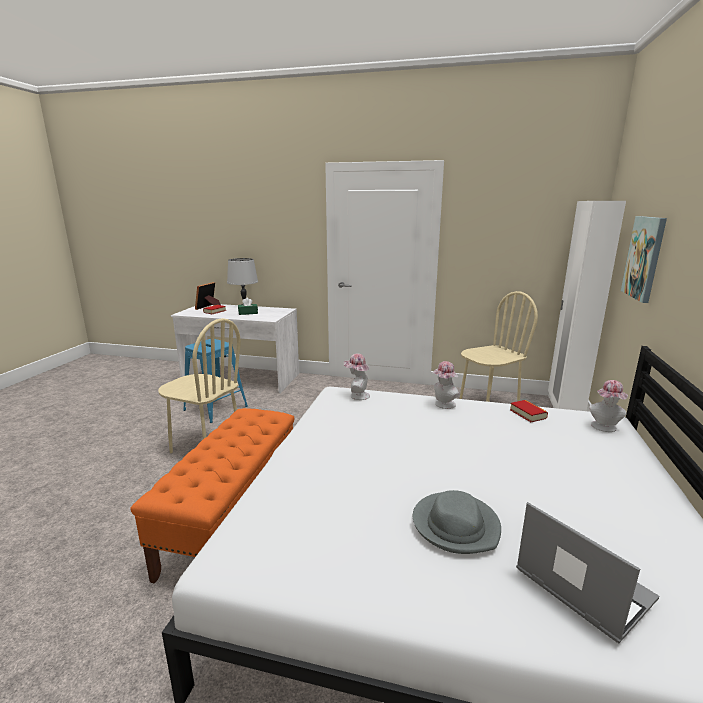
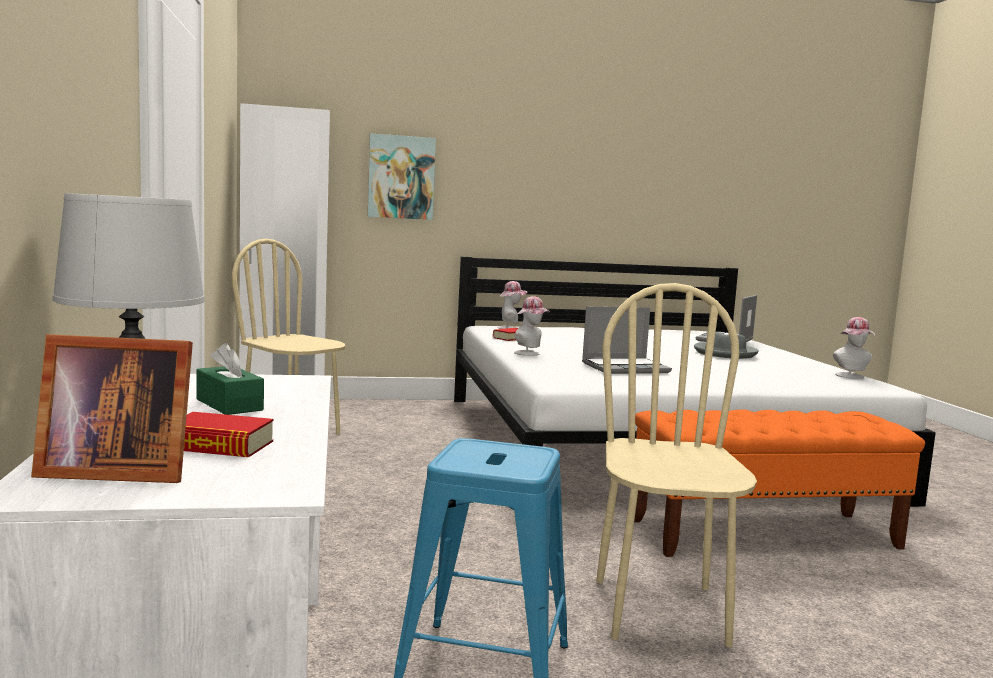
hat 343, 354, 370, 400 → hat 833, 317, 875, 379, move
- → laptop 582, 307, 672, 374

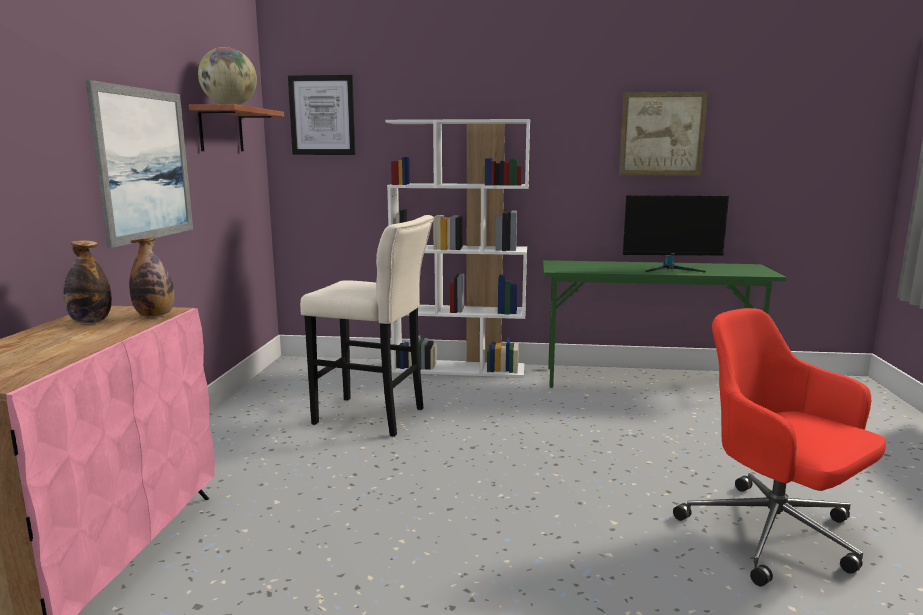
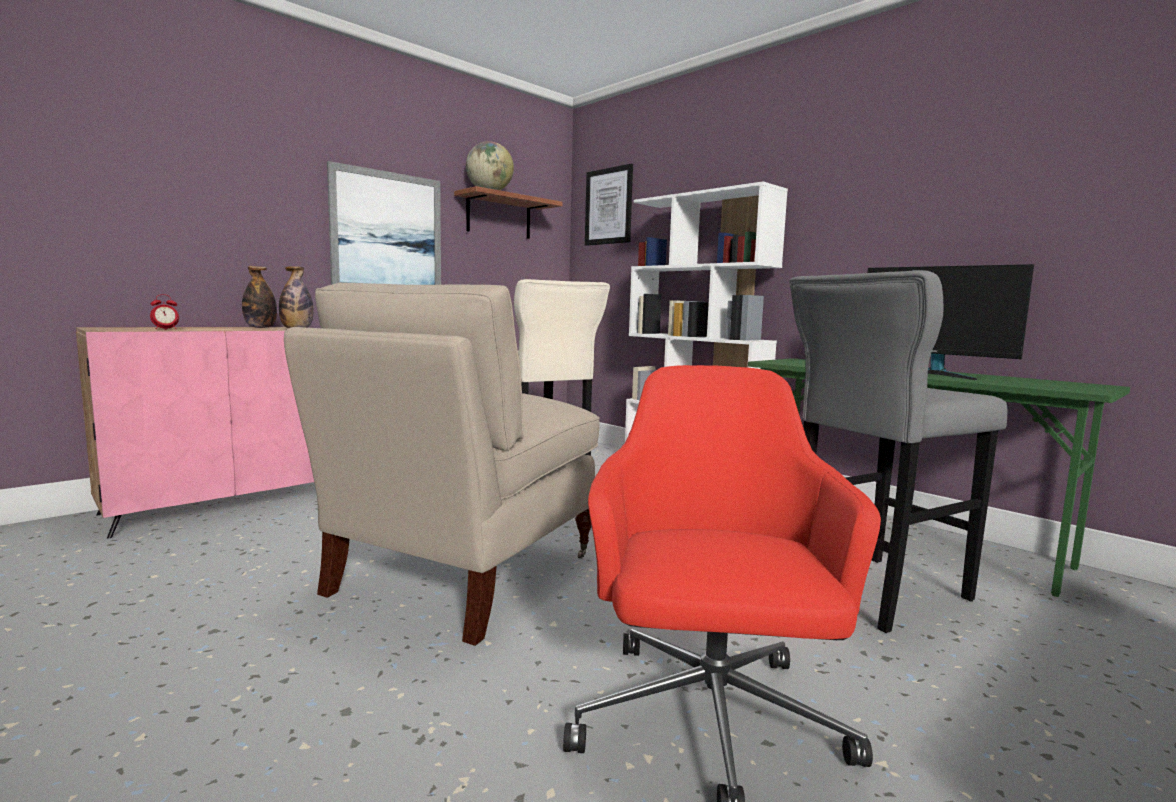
picture 619, 91, 708, 175 → -
- → alarm clock 150, 294, 179, 329
- → beige chair 284, 283, 600, 646
- → grey stool 789, 270, 1007, 633

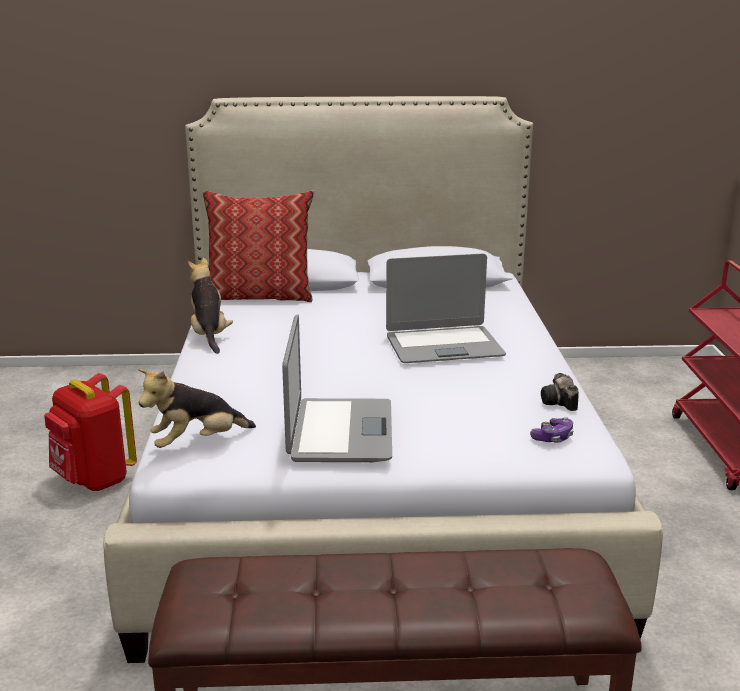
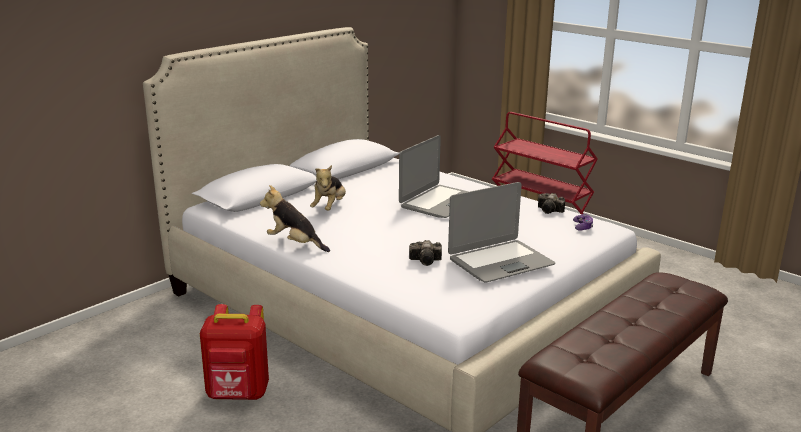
plush toy 138, 369, 256, 448 → plush toy 310, 165, 346, 211, move
pillow 202, 190, 314, 302 → -
laptop 282, 314, 392, 462 → laptop 448, 182, 555, 282, 105 degrees clockwise
- → photo camera 409, 240, 442, 266

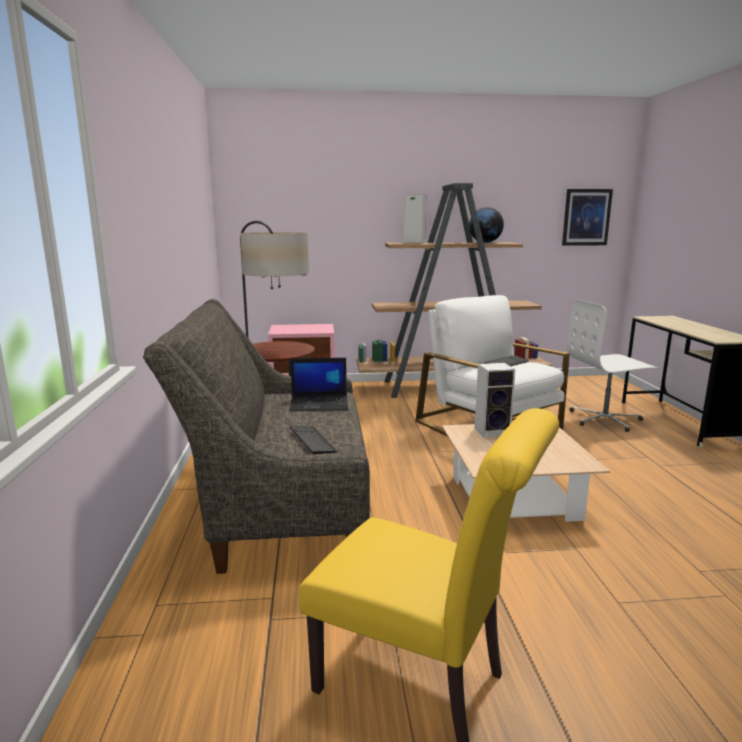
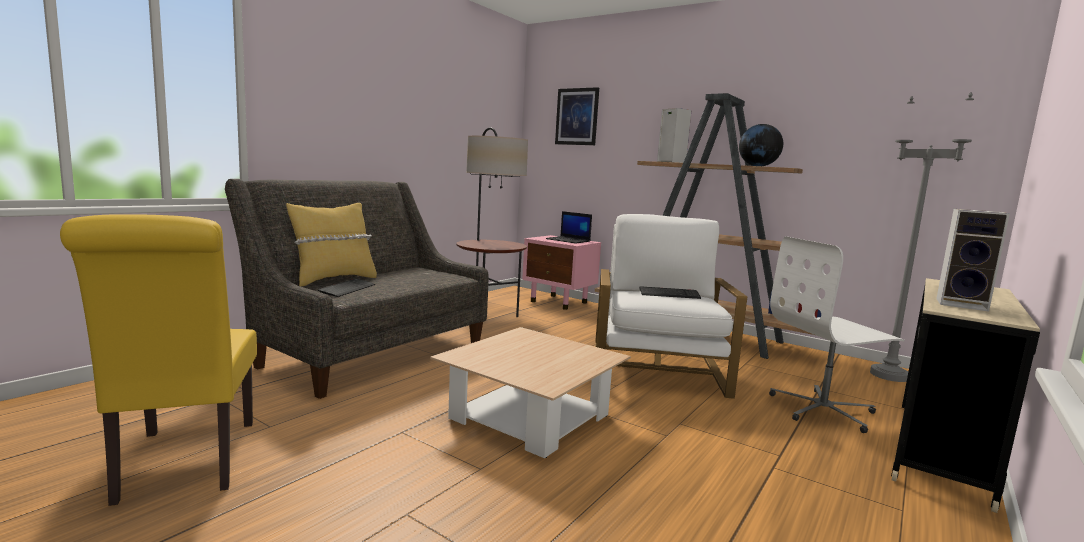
laptop 289, 358, 348, 412 → laptop 546, 211, 592, 244, move
speaker 475, 363, 515, 438 → speaker 936, 209, 1010, 312, move
picture 562, 189, 613, 246 → picture 555, 87, 599, 145, move
white office chair 567, 299, 658, 432 → white office chair 769, 236, 904, 433, 45 degrees counterclockwise
- → yellow pillow 286, 203, 377, 287
- → grey floor lamp 870, 92, 974, 382

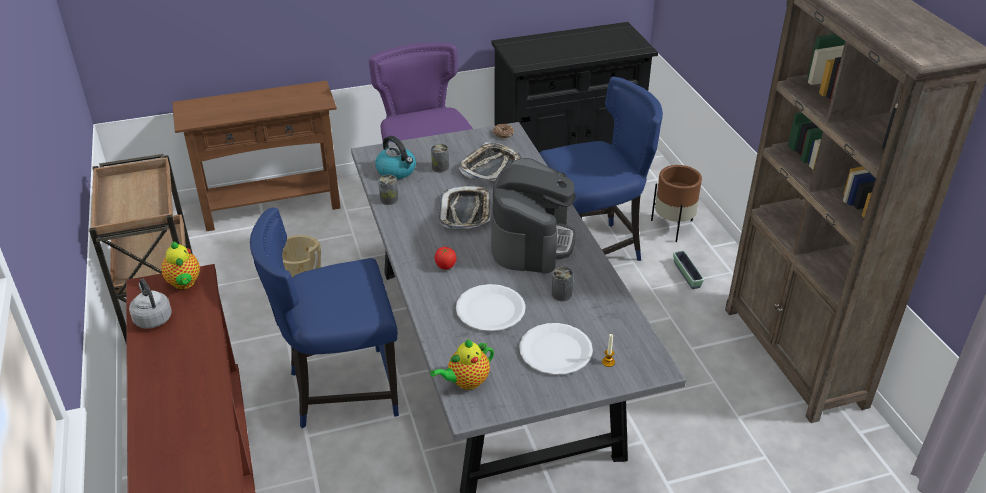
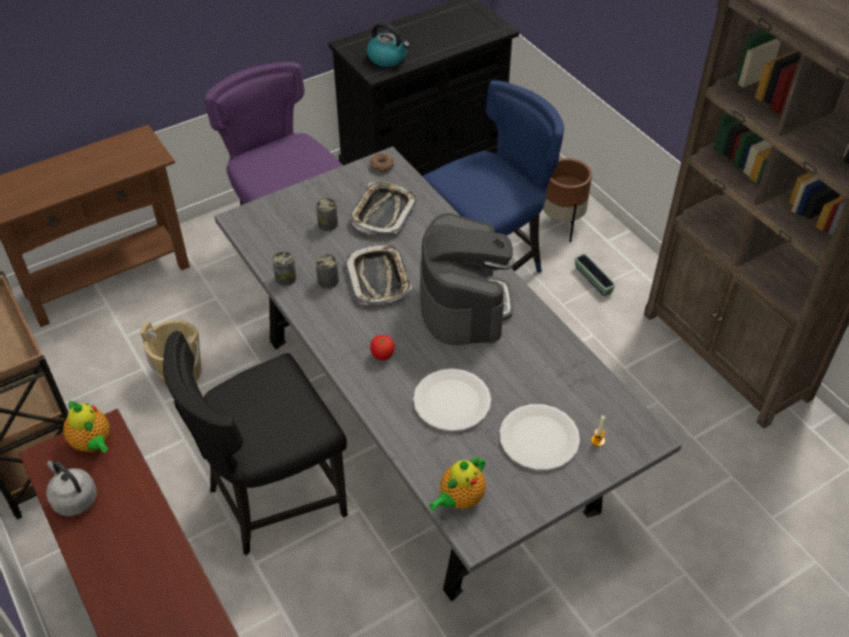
blue chair 250, 208, 399, 428 → black chair 163, 331, 348, 556
kettle 375, 136, 416, 179 → kettle 367, 22, 410, 67, move
can 552, 267, 574, 301 → can 316, 254, 339, 289, move

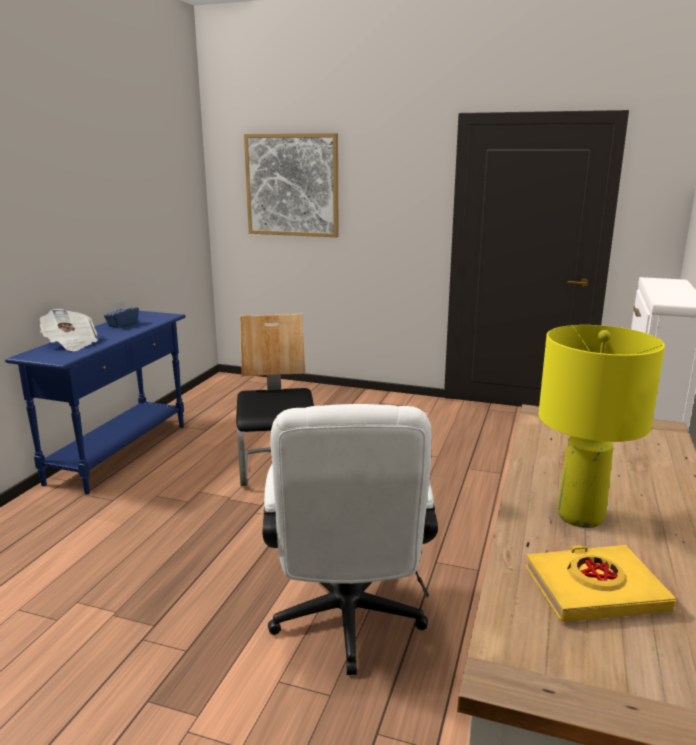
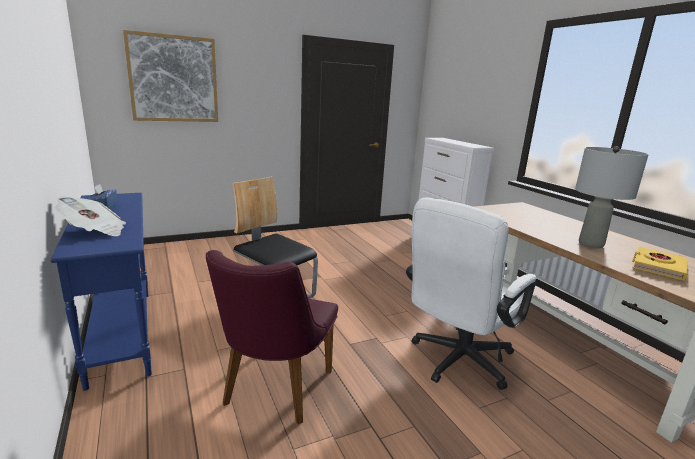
white office chair 262, 404, 438, 675 → white office chair 406, 198, 536, 390, 90 degrees clockwise
yellow table lamp 538, 325, 665, 528 → grey table lamp 575, 146, 649, 248
- → purple chair 206, 250, 338, 424

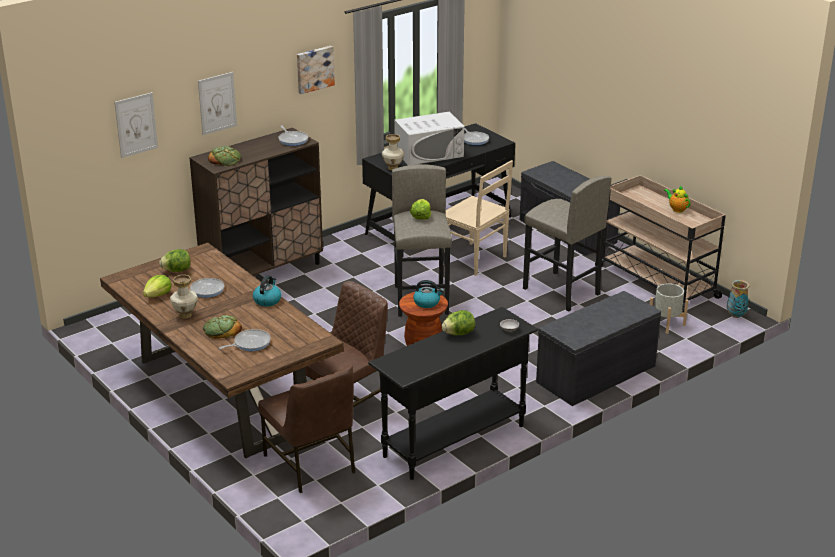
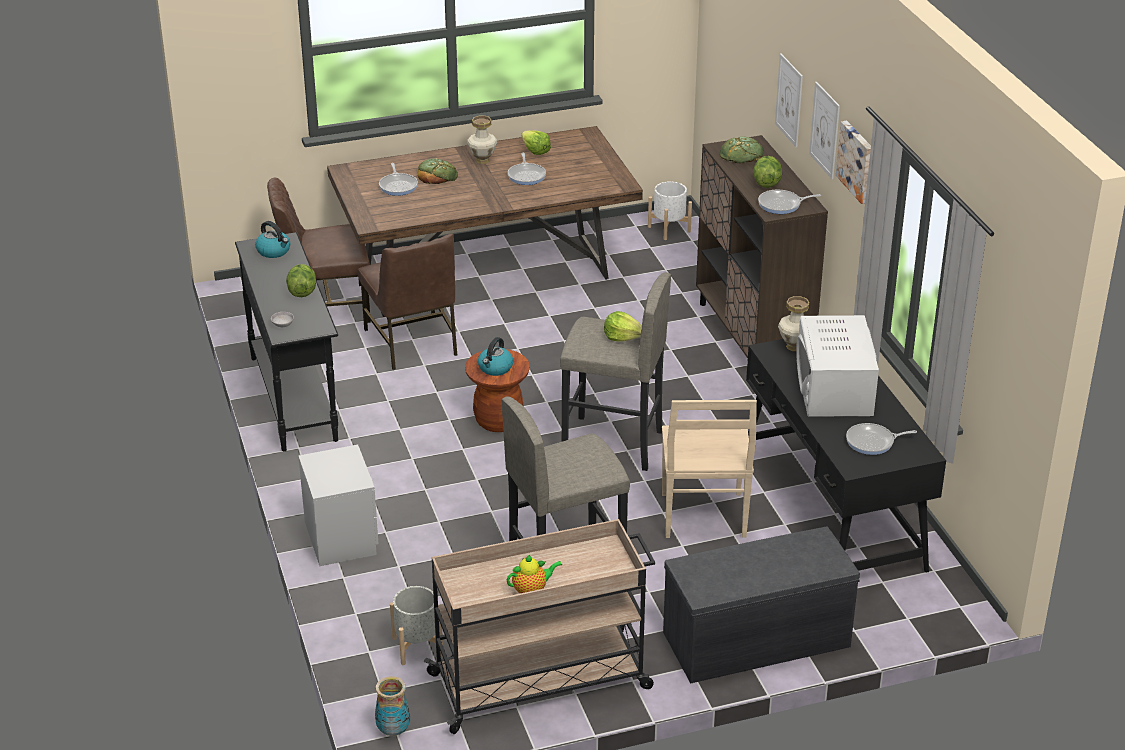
picture 114, 92, 158, 158 → picture 809, 82, 840, 179, move
lettuce 159, 249, 191, 272 → lettuce 753, 156, 782, 188, move
kettle 253, 275, 281, 307 → kettle 255, 221, 290, 258, move
beige chair 443, 160, 513, 276 → beige chair 662, 400, 757, 538, 60 degrees counterclockwise
grey bench 536, 291, 661, 406 → grey nightstand 298, 445, 379, 566
- → white planter 648, 181, 692, 240

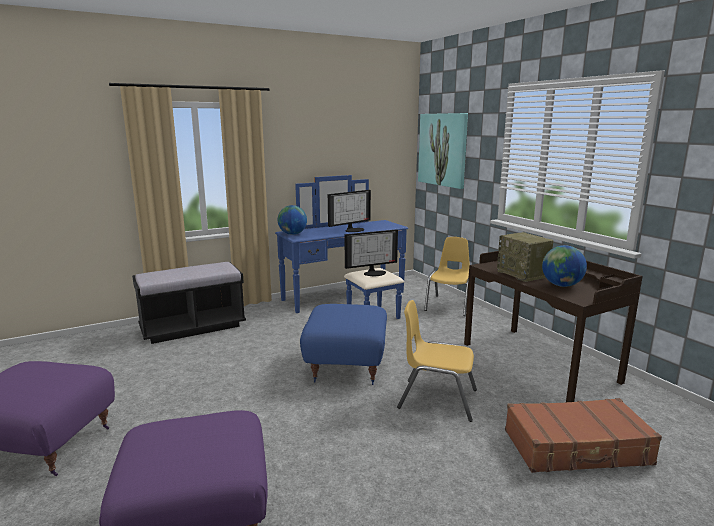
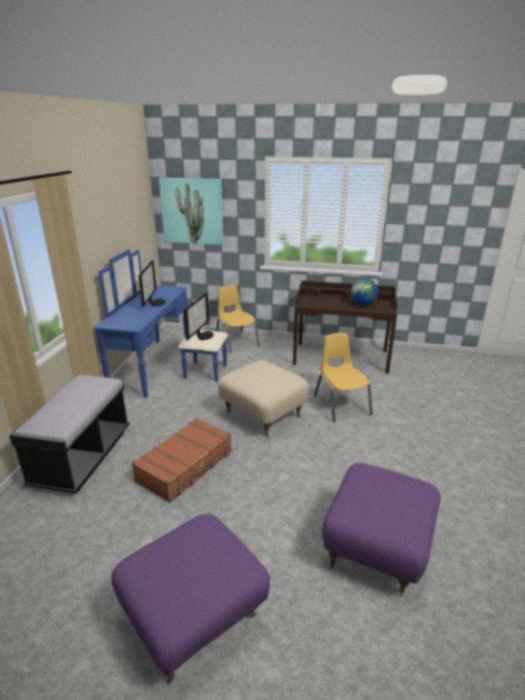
globe 278, 205, 307, 235 → -
blue ottoman 300, 304, 387, 385 → beige ottoman 218, 360, 309, 437
yellow chair 397, 300, 477, 422 → yellow chair 314, 333, 372, 422, 105 degrees clockwise
radio 497, 232, 554, 282 → -
brown suitcase 505, 398, 662, 473 → brown suitcase 132, 418, 232, 503, move

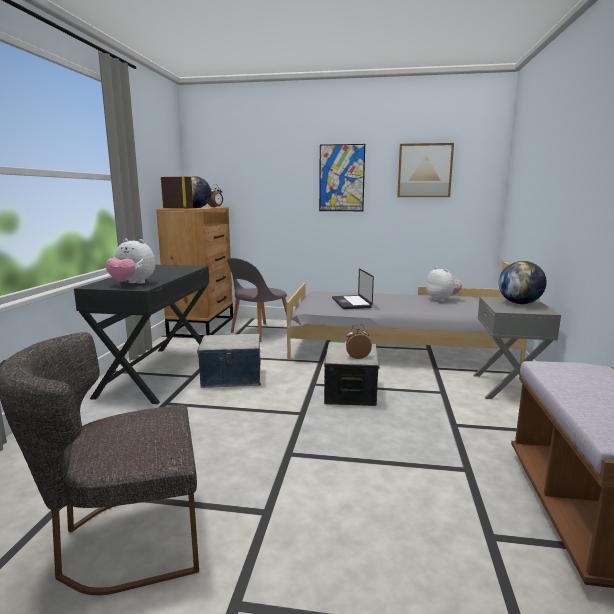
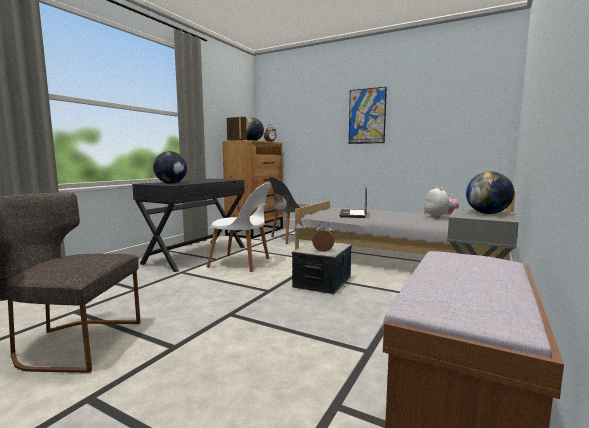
plush toy 106, 239, 155, 284 → globe 153, 151, 187, 184
storage box 197, 334, 261, 388 → white chair 207, 183, 271, 272
picture 397, 143, 454, 197 → -

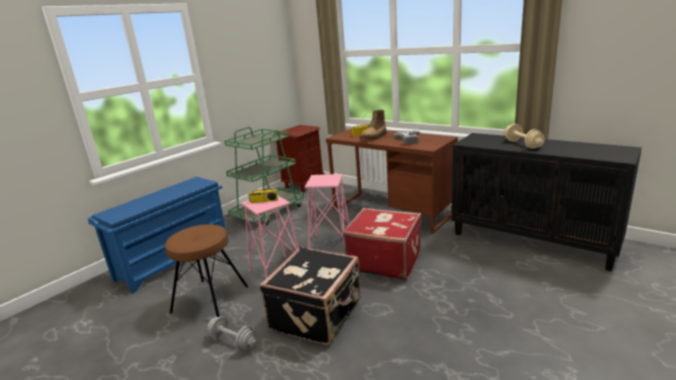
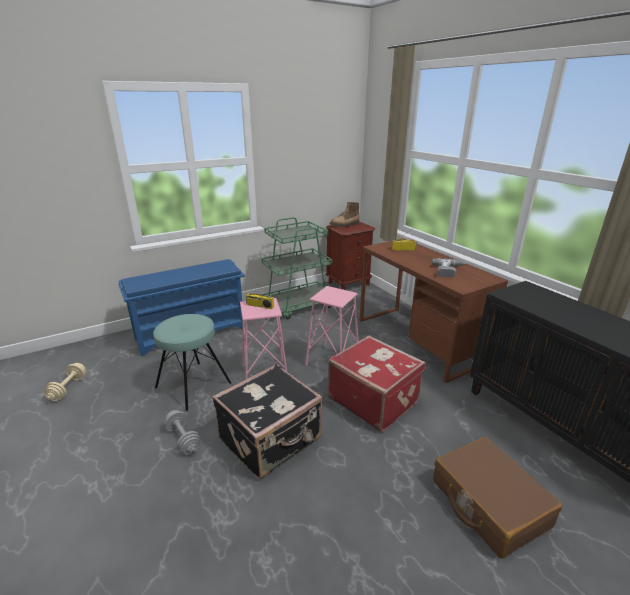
brown stool 165, 224, 248, 317 → turquoise stool 153, 314, 231, 411
boot 360, 110, 387, 140 → boot 330, 202, 360, 227, move
beige dumbbell 504, 124, 545, 149 → beige dumbbell 44, 363, 86, 401, move
- → brown suitcase 433, 437, 562, 559

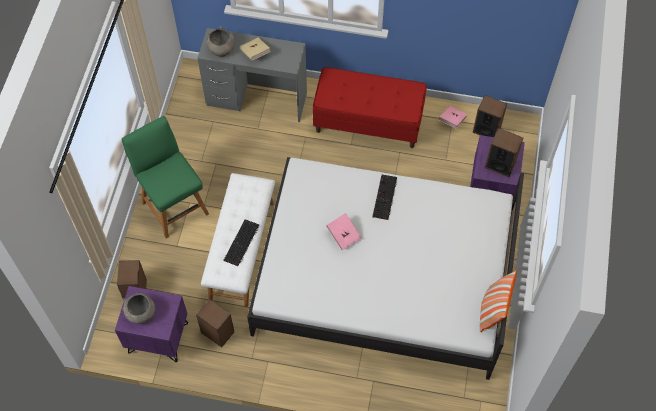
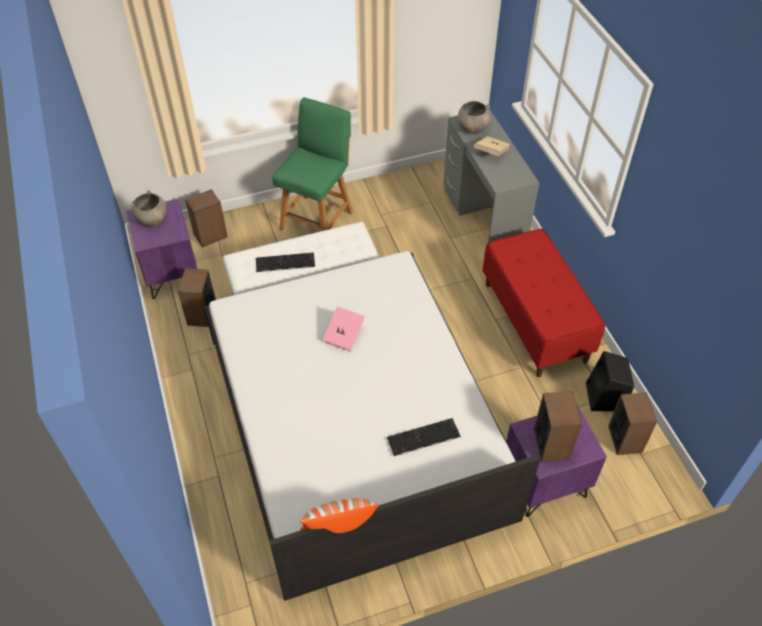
keyboard 372, 175, 397, 220 → keyboard 387, 418, 461, 456, move
pink book 438, 106, 467, 129 → black speaker 586, 351, 634, 411

